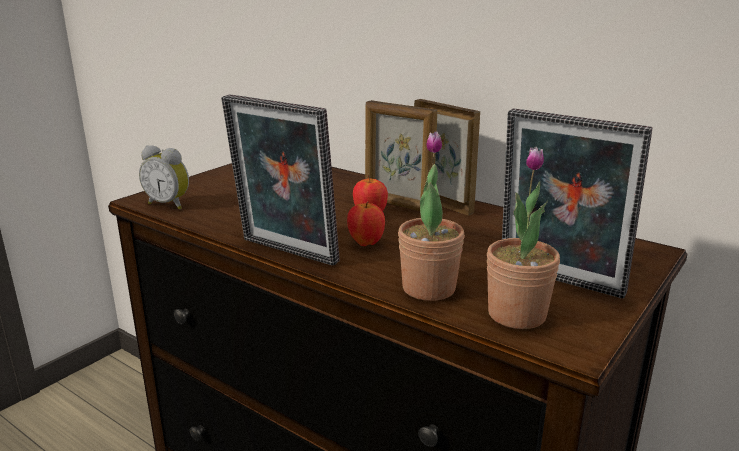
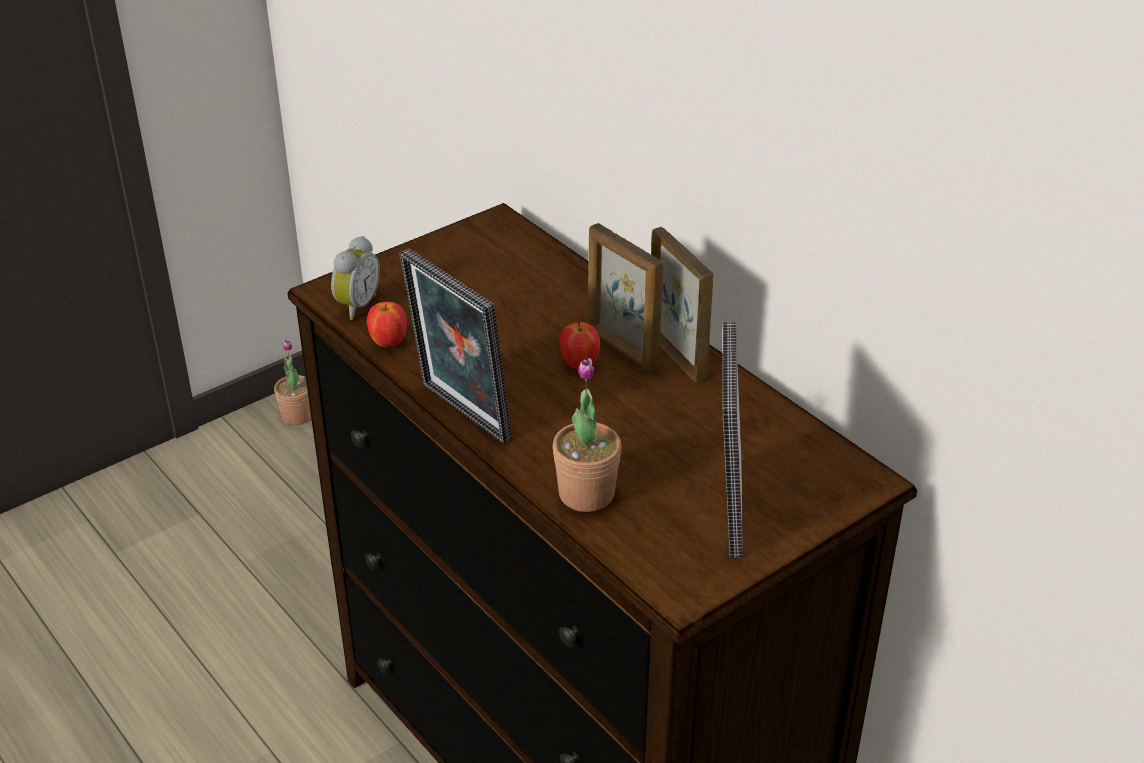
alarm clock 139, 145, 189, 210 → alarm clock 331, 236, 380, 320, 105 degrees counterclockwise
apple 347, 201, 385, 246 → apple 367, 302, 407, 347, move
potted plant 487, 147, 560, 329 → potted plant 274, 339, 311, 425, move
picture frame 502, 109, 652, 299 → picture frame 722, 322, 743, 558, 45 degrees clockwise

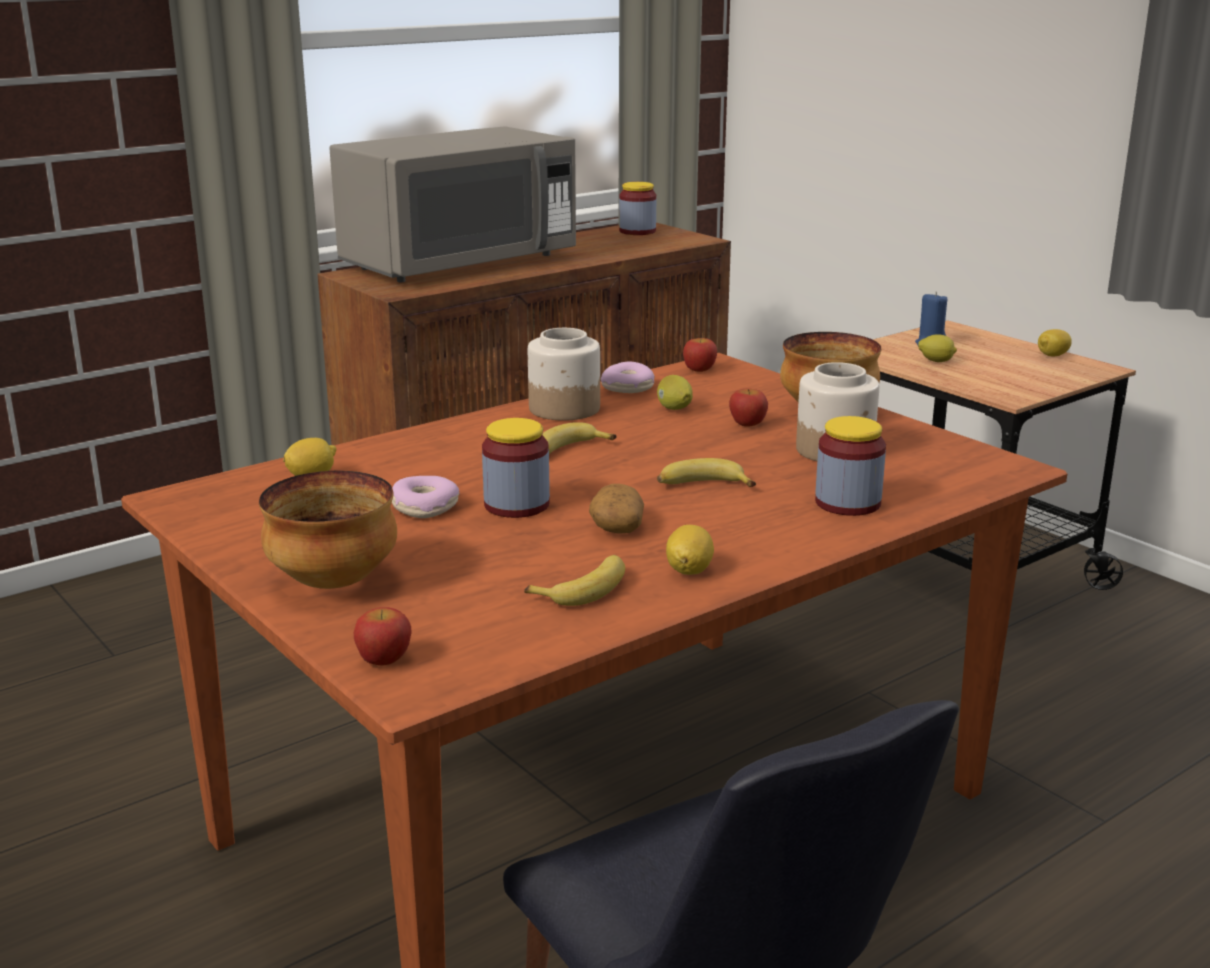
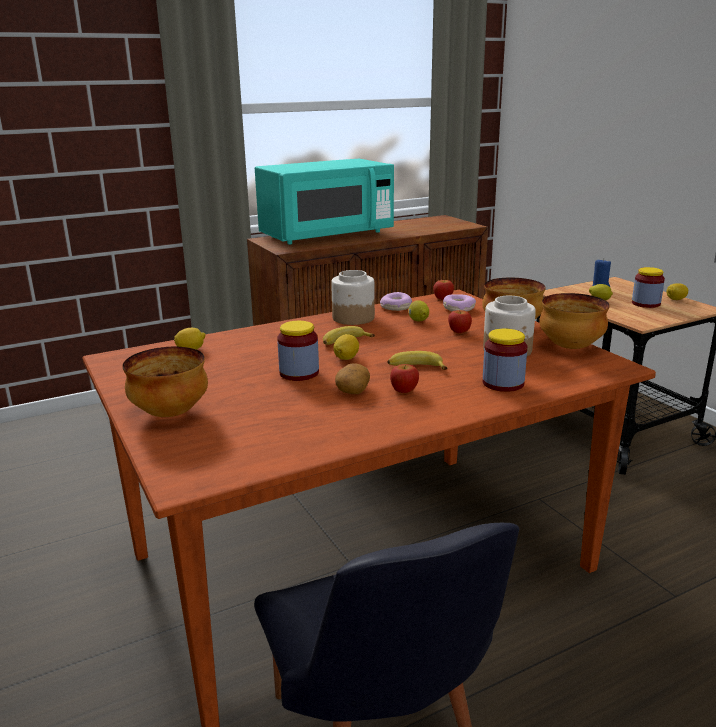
grey microwave 329, 126, 576, 282 → turquoise microwave 255, 159, 394, 245
apple 354, 607, 412, 665 → apple 390, 364, 419, 393, move
donut 392, 476, 459, 518 → donut 443, 294, 476, 311, move
banana 524, 555, 625, 606 → -
jar 619, 182, 656, 235 → jar 632, 267, 665, 308, move
lemon 666, 525, 714, 575 → lemon 334, 334, 359, 360, move
- → bowl 539, 293, 610, 349

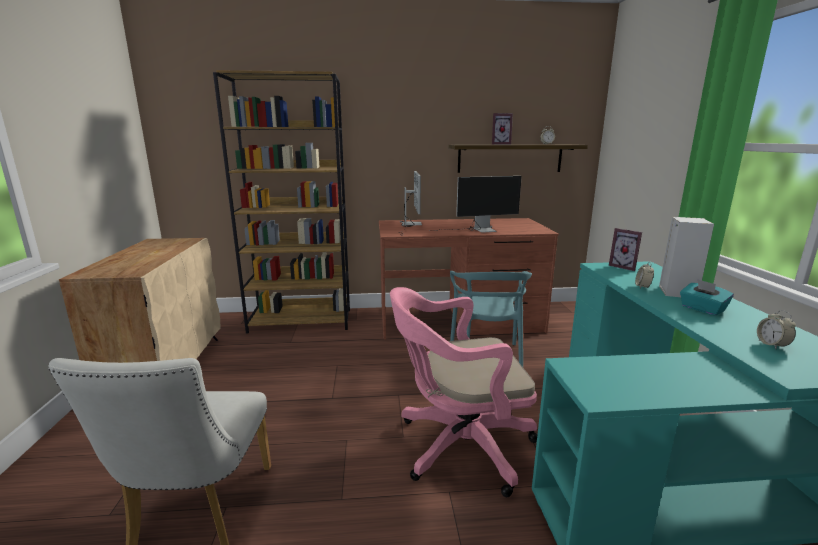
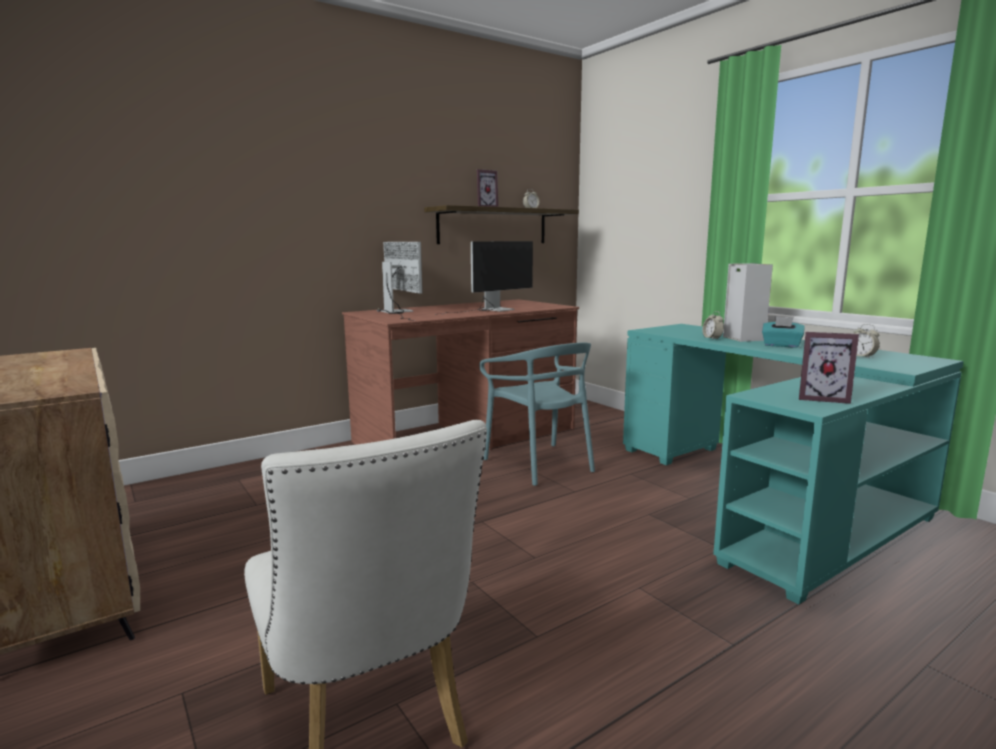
brown bookcase 213, 70, 350, 334 → -
pink office chair 390, 287, 537, 497 → -
picture frame 609, 228, 642, 271 → picture frame 799, 332, 859, 404, move

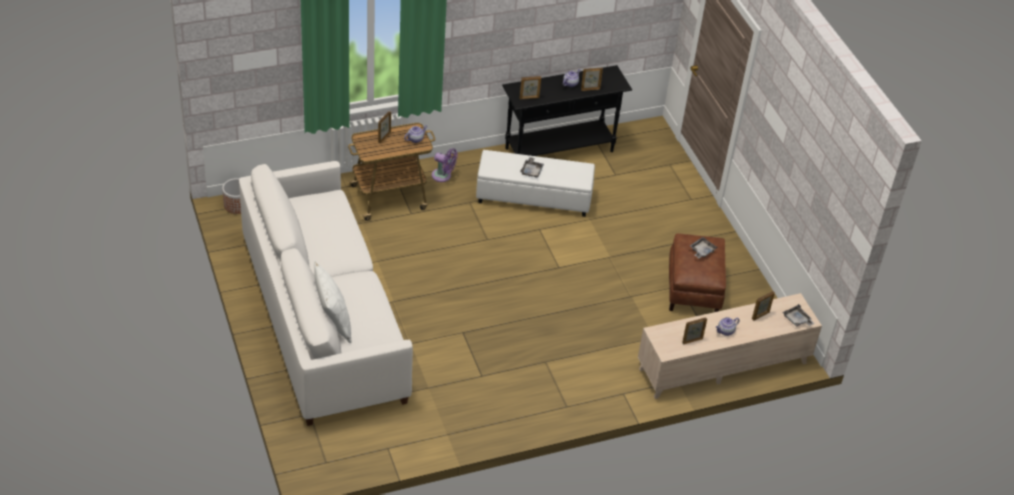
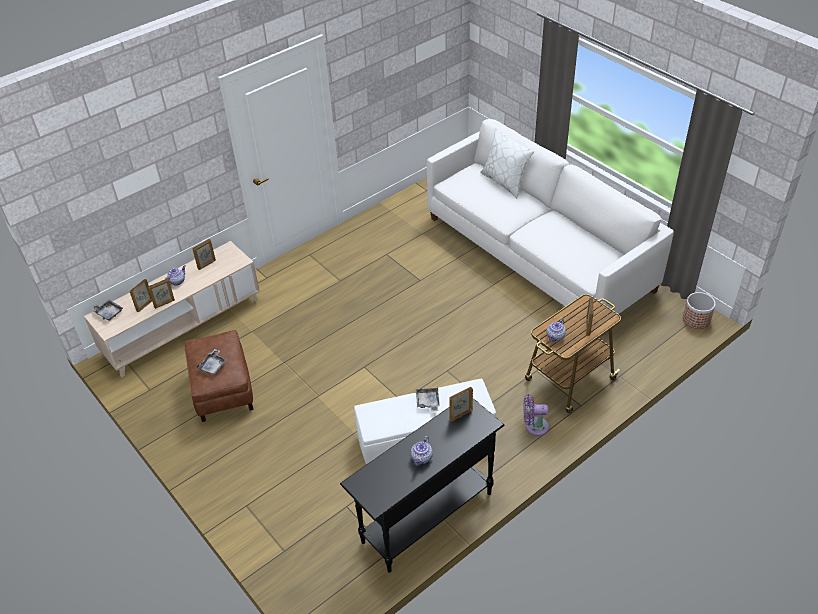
picture frame 581, 68, 603, 91 → picture frame 148, 278, 175, 309, move

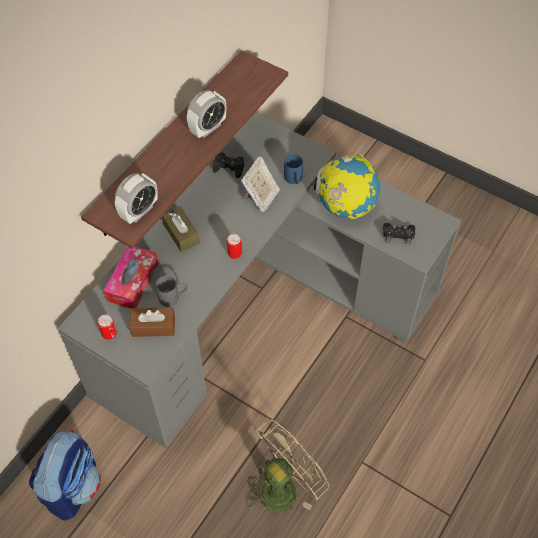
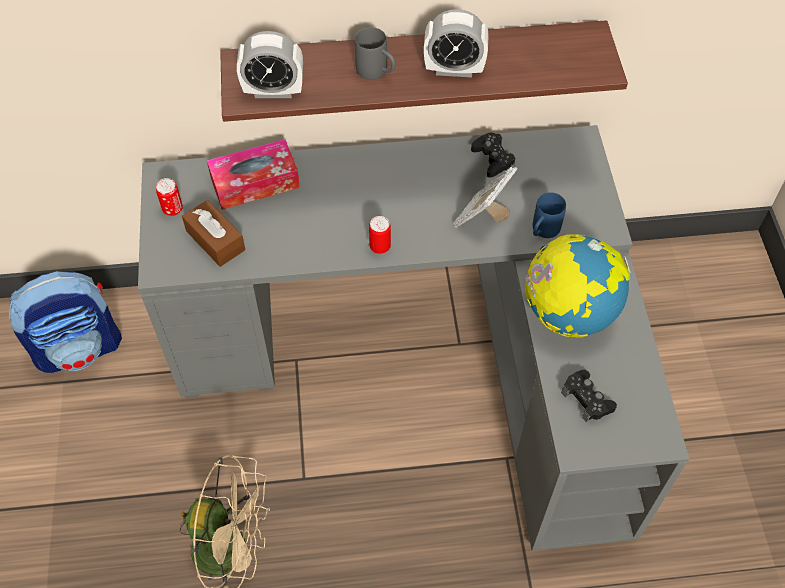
grey mug 156, 276, 188, 307 → grey mug 355, 27, 395, 80, move
brown tissue box 162, 207, 200, 252 → -
picture frame 241, 156, 280, 212 → picture frame 454, 166, 518, 228, 135 degrees clockwise

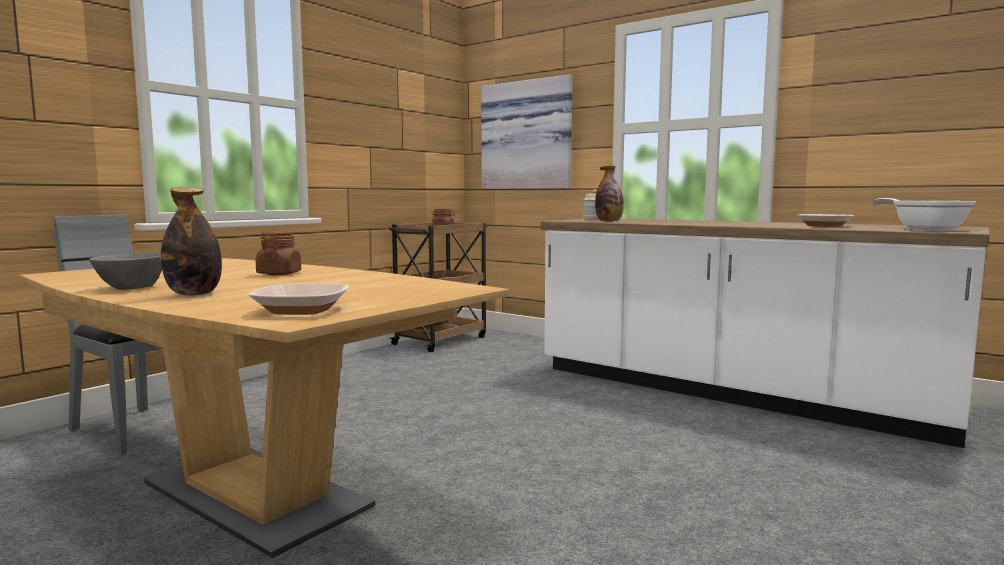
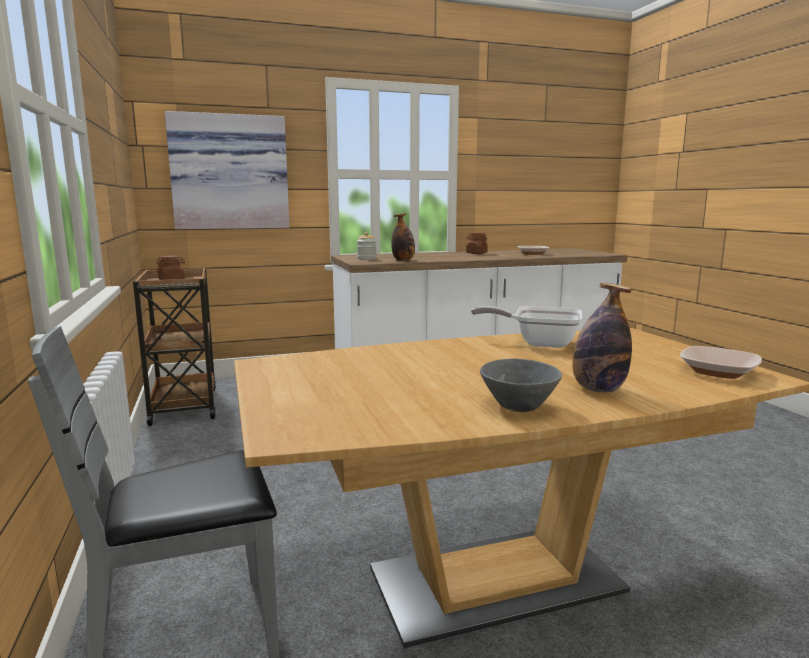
brown jar 256, 231, 301, 275 → brown jar 466, 233, 488, 254, move
frying pan 872, 198, 976, 231 → frying pan 471, 306, 582, 348, move

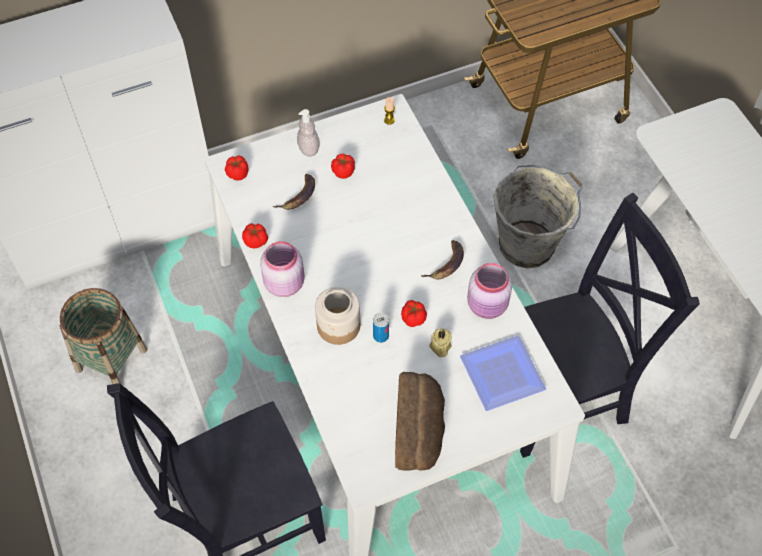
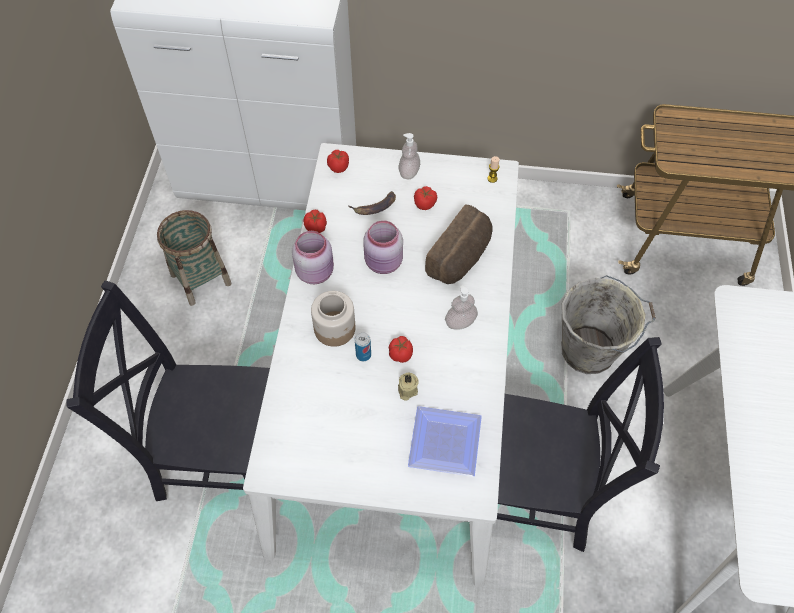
bread 395, 372, 445, 471 → bread 425, 204, 493, 284, move
banana 421, 240, 464, 279 → soap dispenser 445, 285, 478, 330
pink jar 467, 263, 512, 319 → pink jar 363, 221, 403, 274, move

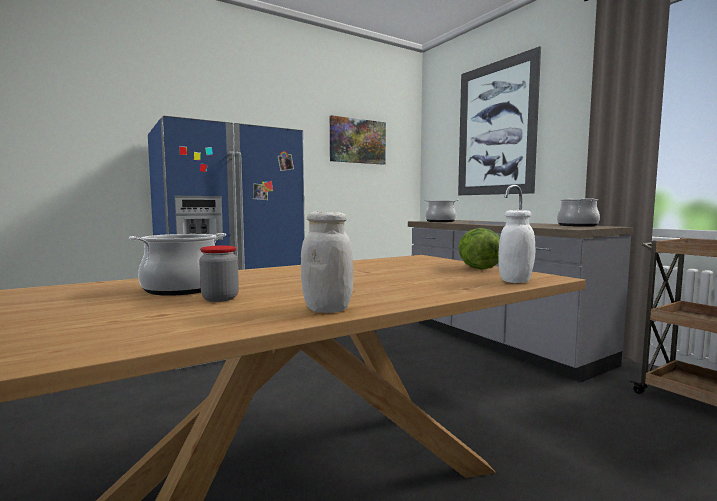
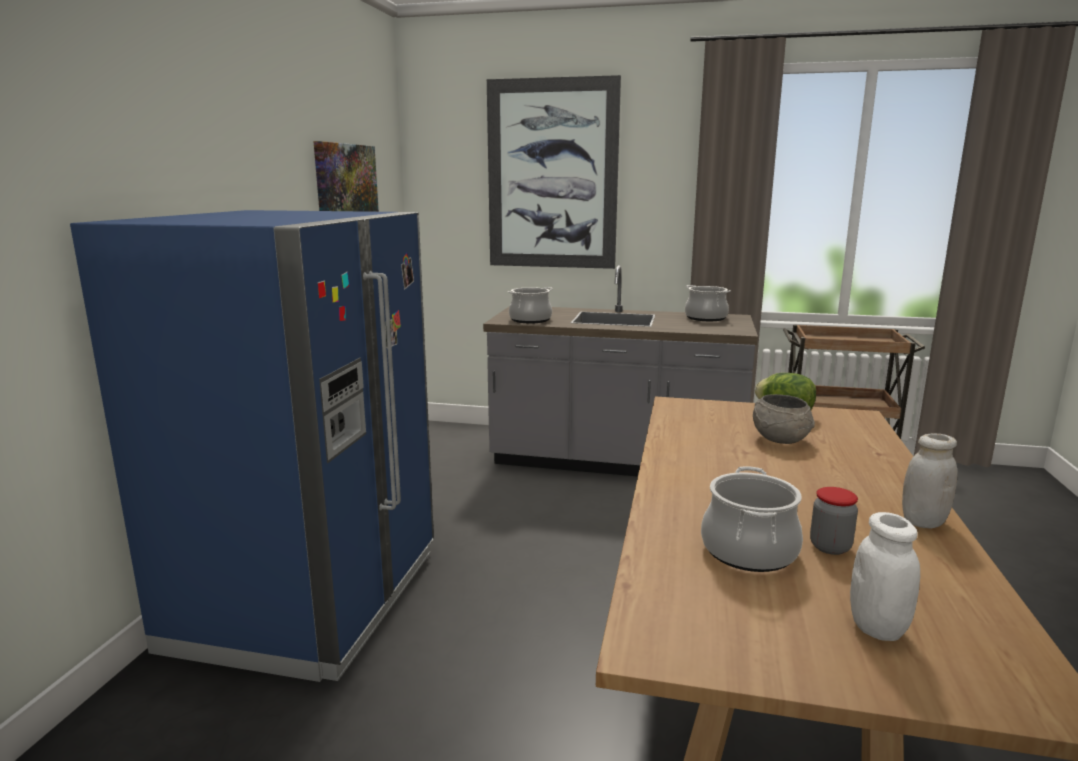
white jar 498, 210, 535, 283 → white jar 850, 512, 920, 641, move
- → grey bowl 753, 394, 815, 444

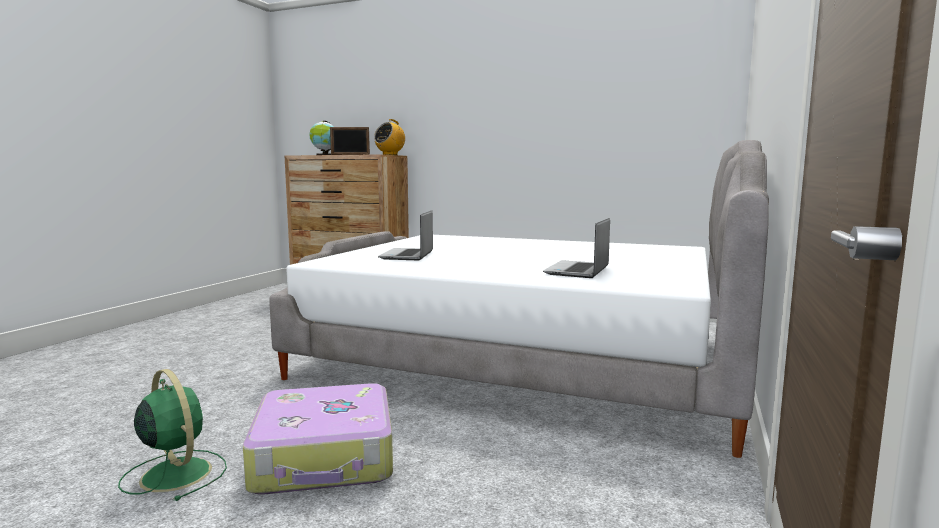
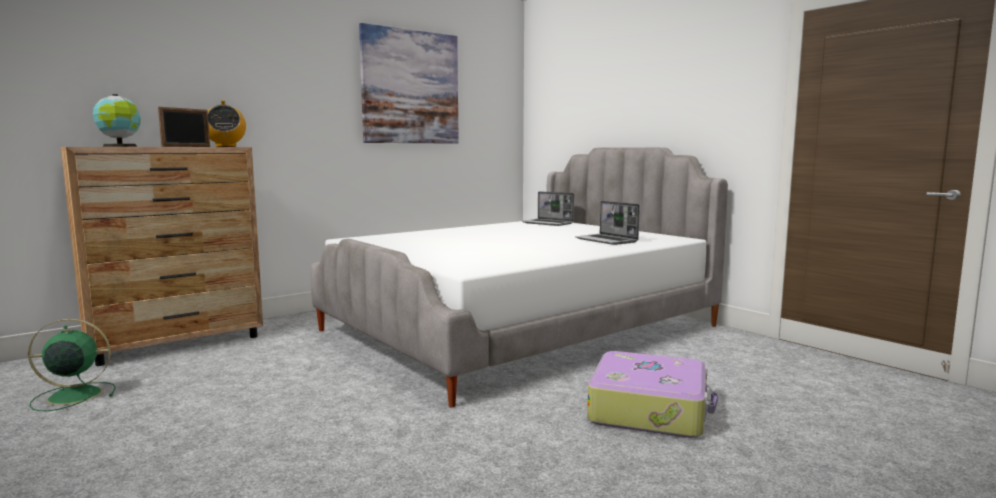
green fan 118, 369, 227, 501 → green fan 28, 319, 116, 411, move
laptop 378, 210, 433, 260 → laptop 522, 191, 574, 226, move
- → picture 359, 23, 459, 144

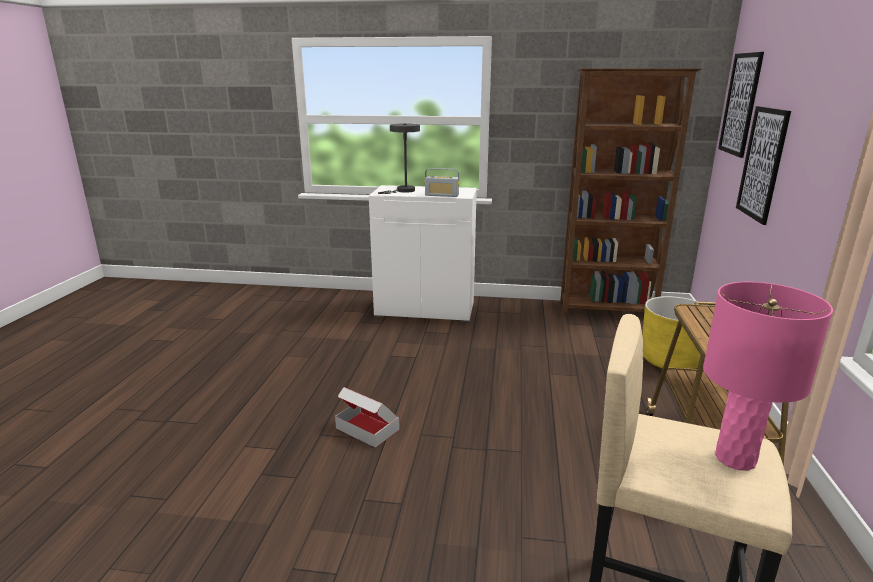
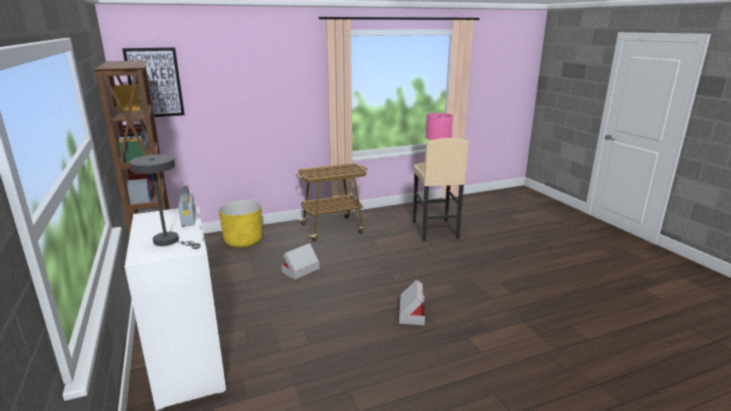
picture 736, 106, 791, 225 → -
- → cardboard box 281, 243, 320, 280

